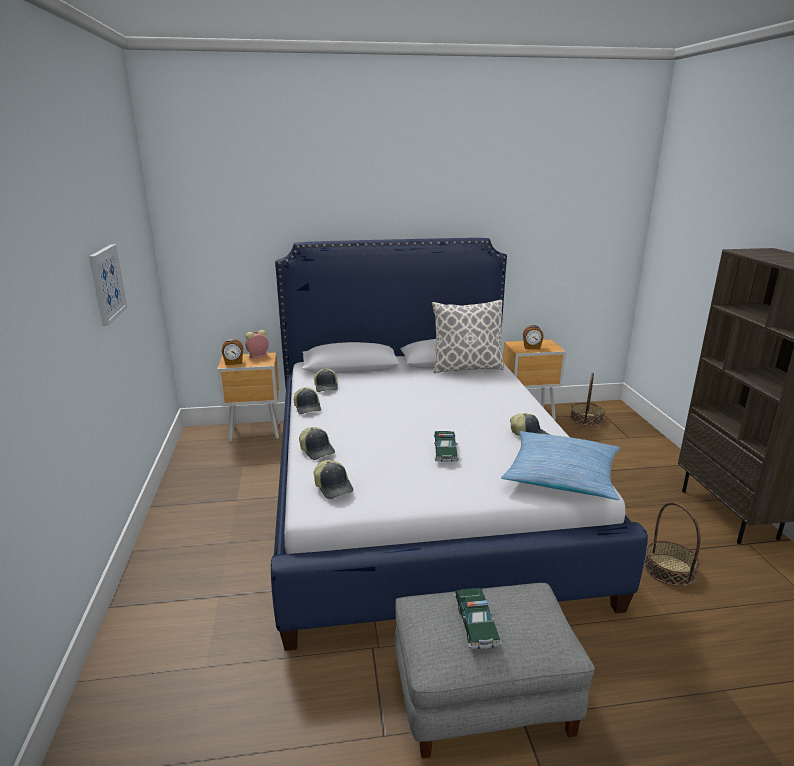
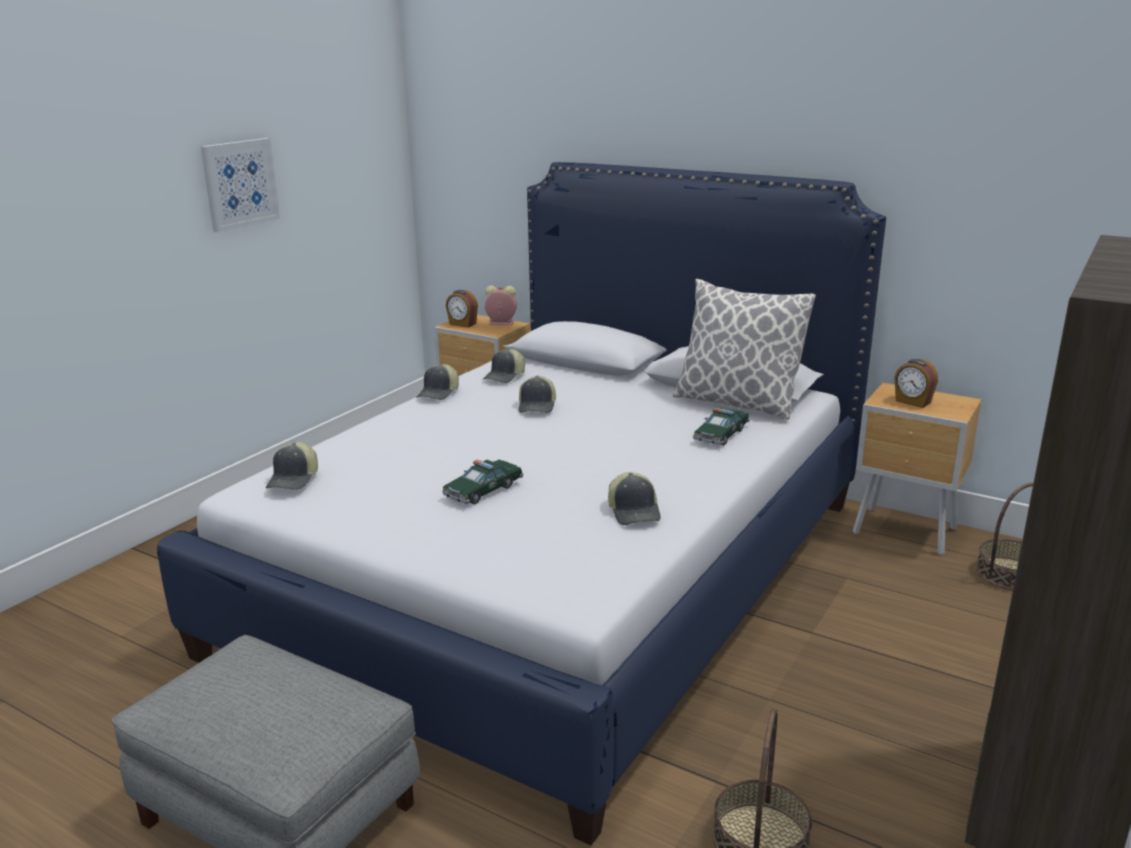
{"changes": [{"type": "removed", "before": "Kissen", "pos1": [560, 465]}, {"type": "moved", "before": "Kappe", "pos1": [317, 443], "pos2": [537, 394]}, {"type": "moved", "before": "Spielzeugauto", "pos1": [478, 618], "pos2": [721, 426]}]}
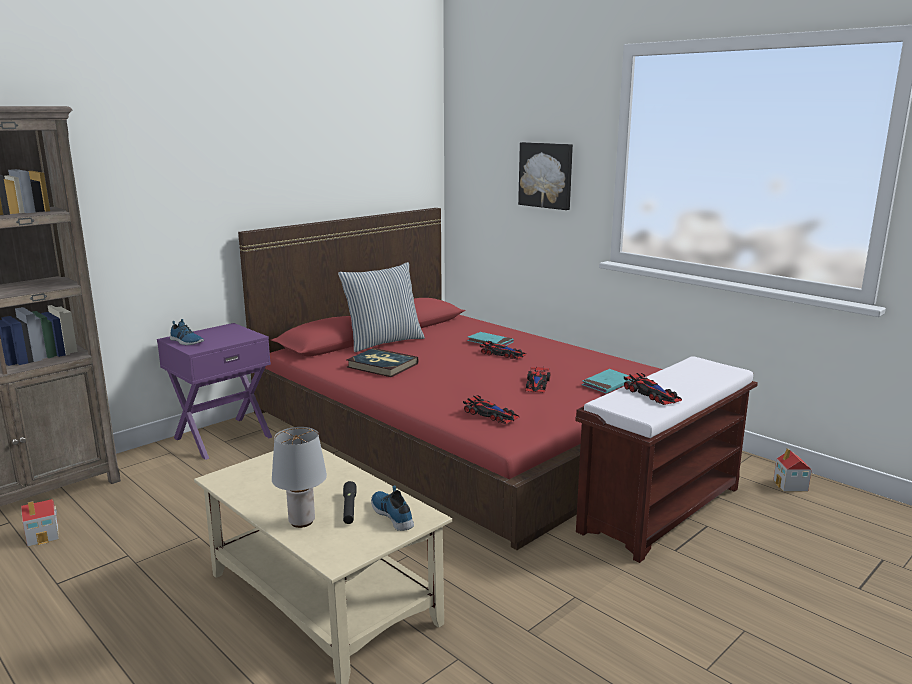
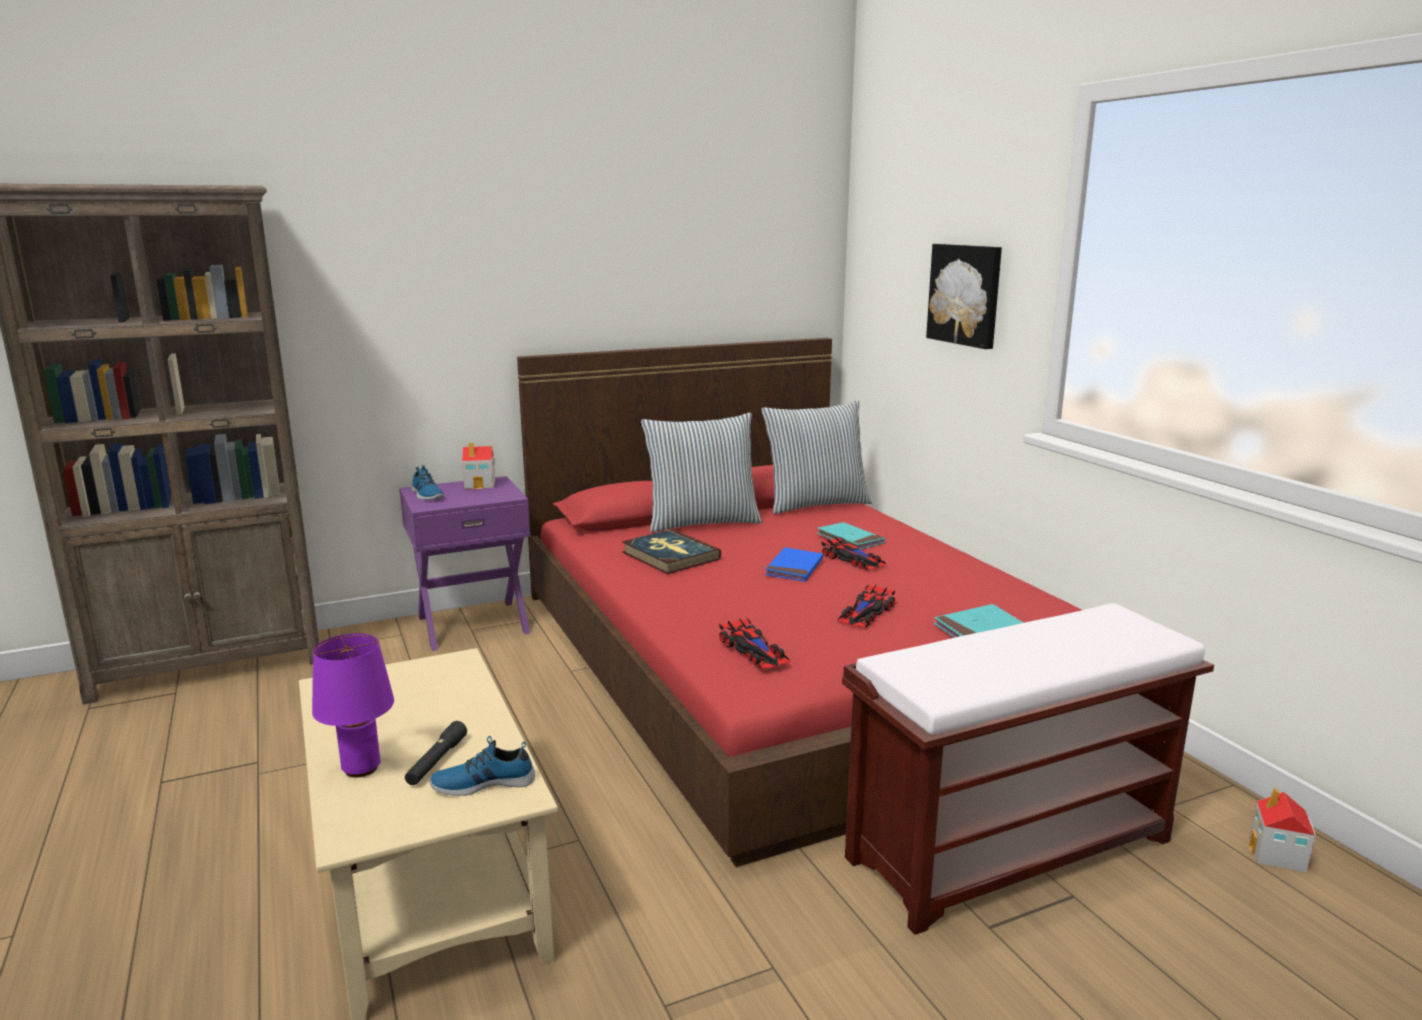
{"changes": [{"type": "removed", "before": "Spielzeugauto", "pos1": [653, 389]}, {"type": "added", "after": "Kissen", "pos2": [817, 457]}, {"type": "added", "after": "Buch (blau)", "pos2": [794, 564]}, {"type": "moved", "before": "Spielzeughaus", "pos1": [40, 523], "pos2": [478, 466]}, {"type": "recoloured", "before": "Tischlampe (grau)", "after": "Tischlampe (lila)", "pos1": [299, 477], "pos2": [353, 705]}, {"type": "turned", "before": "Schuh", "pos1": [392, 508], "pos2": [482, 766], "turn": -90}]}
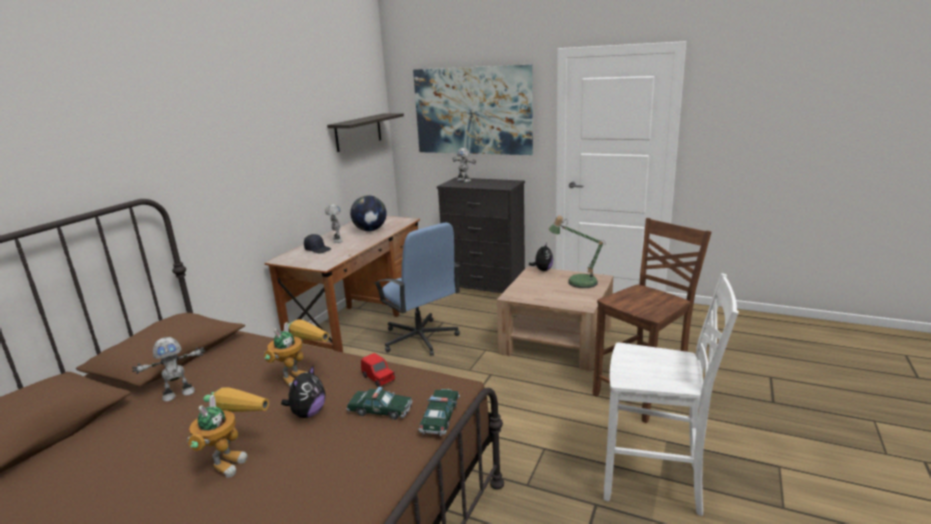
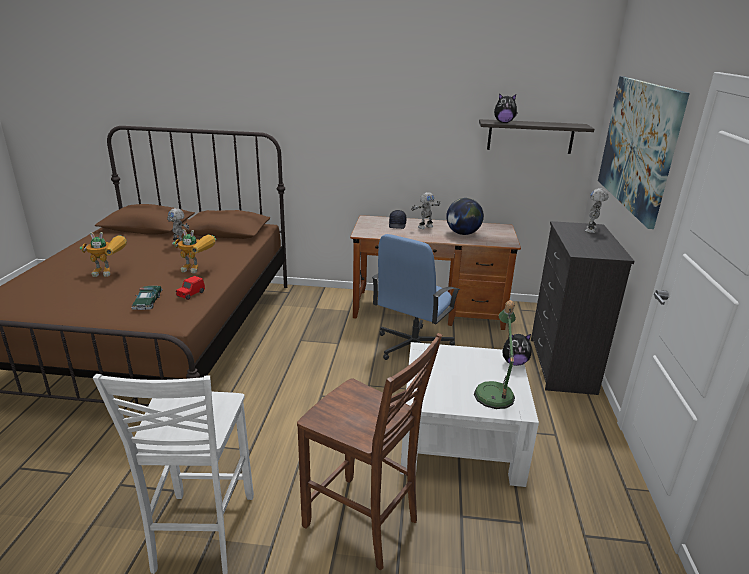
{"changes": [{"type": "removed", "before": "Spielzeugauto", "pos1": [439, 412]}, {"type": "moved", "before": "Plüschtier", "pos1": [303, 391], "pos2": [506, 108]}, {"type": "recoloured", "before": "Couchtisch (braun)", "after": "Couchtisch (weiß)", "pos1": [555, 318], "pos2": [469, 414]}]}
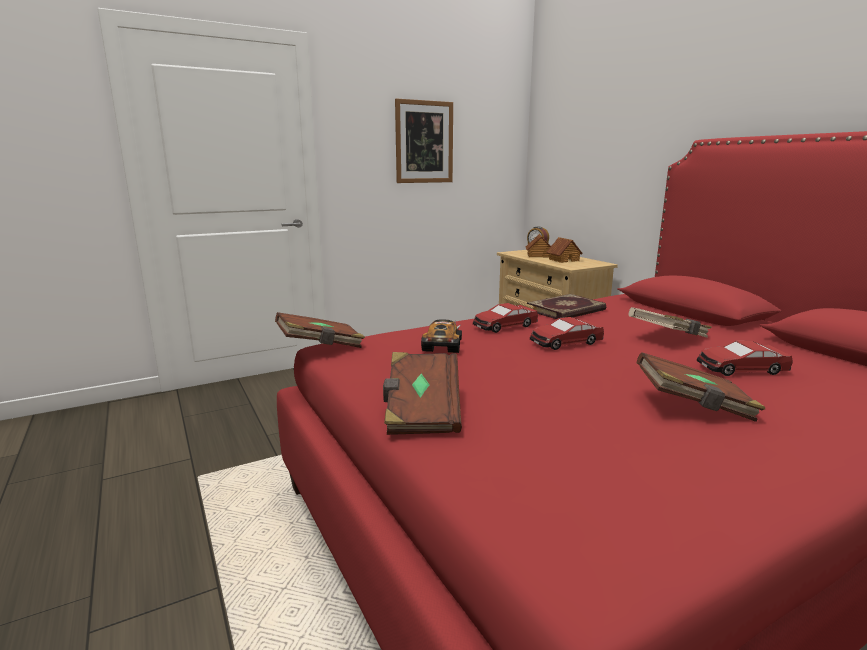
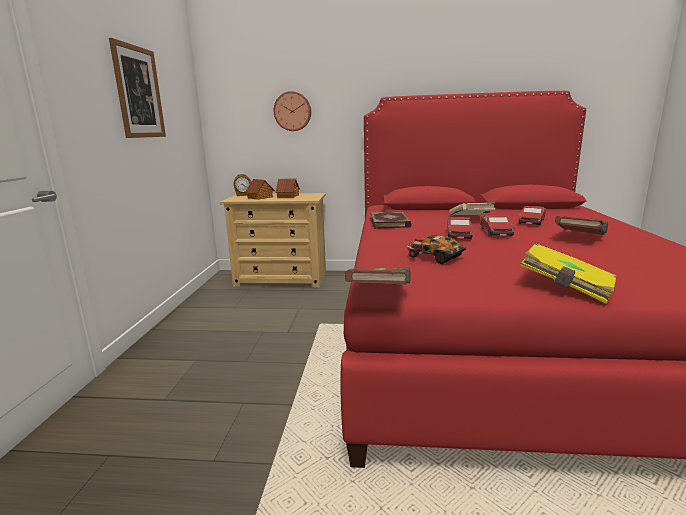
{"changes": [{"type": "added", "after": "Wanduhr", "pos2": [292, 111]}, {"type": "moved", "before": "Spielzeugauto", "pos1": [505, 318], "pos2": [497, 225]}, {"type": "recoloured", "before": "Buch (braun)", "after": "Buch (gelb)", "pos1": [422, 393], "pos2": [568, 273]}]}
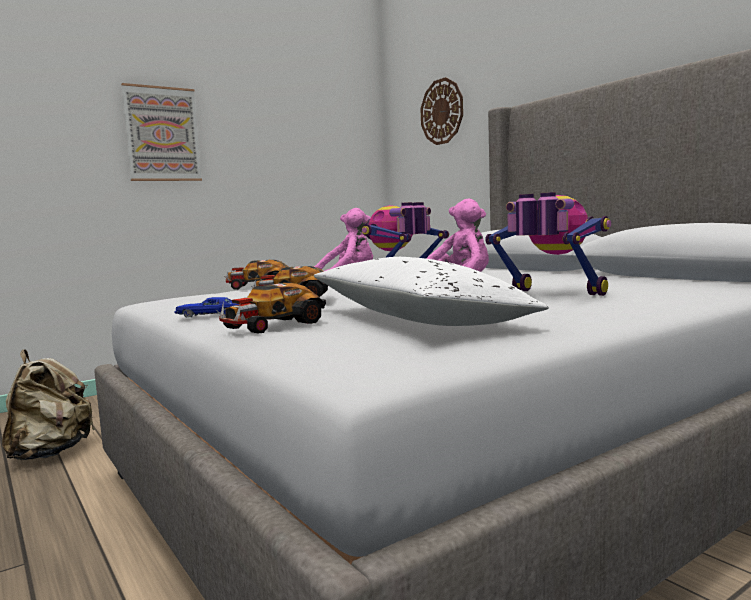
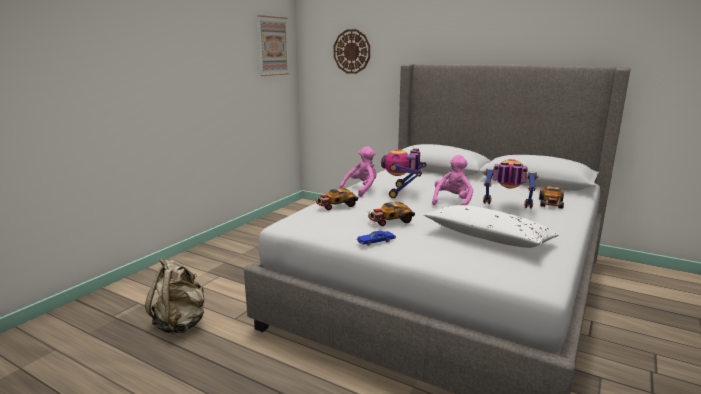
{"changes": [{"type": "moved", "before": "Bild", "pos1": [161, 132], "pos2": [273, 45]}, {"type": "moved", "before": "Spielzeugauto", "pos1": [270, 307], "pos2": [551, 197]}]}
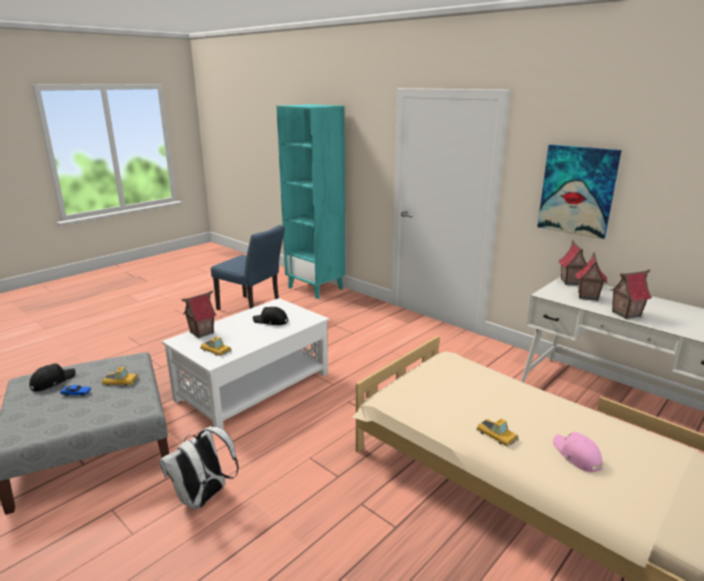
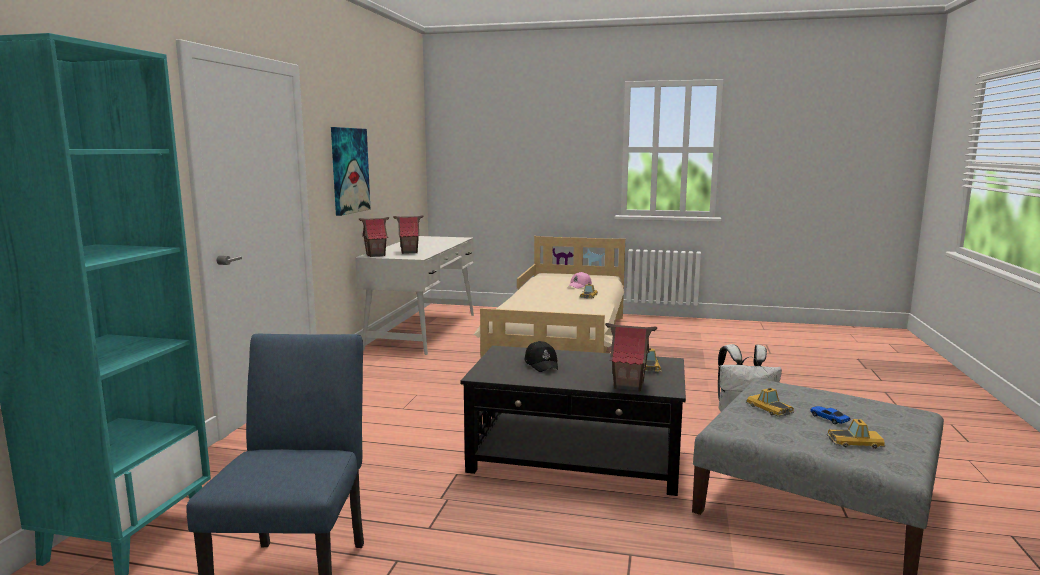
{"changes": [{"type": "removed", "before": "Spielzeughaus", "pos1": [631, 294]}, {"type": "replaced", "before": "Kappe (schwarz)", "after": "Spielzeugauto", "pos1": [52, 377], "pos2": [856, 434]}, {"type": "recoloured", "before": "Couchtisch (weiß)", "after": "Couchtisch (schwarz)", "pos1": [245, 364], "pos2": [573, 421]}]}
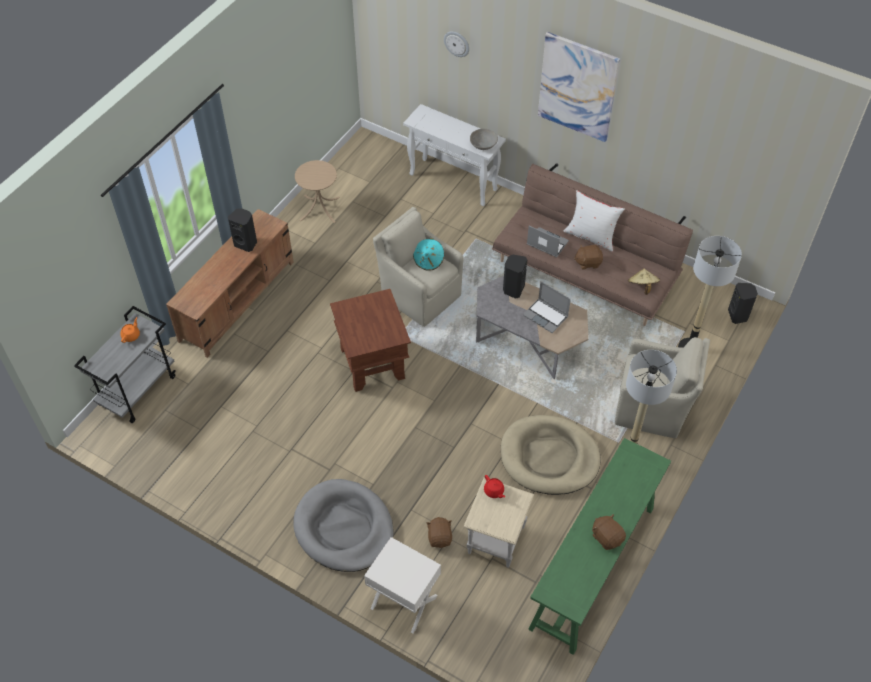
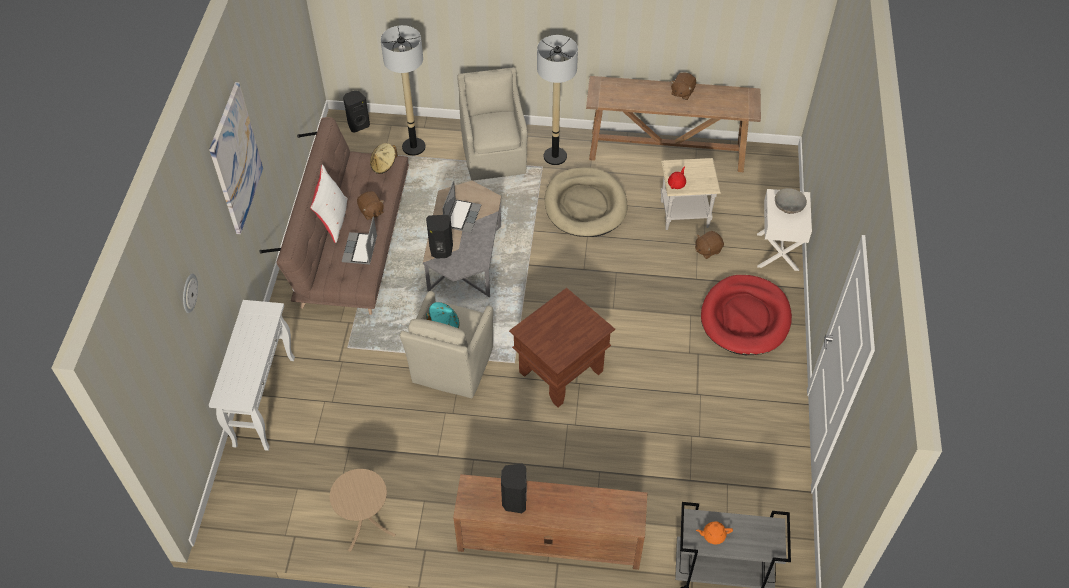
{"changes": [{"type": "moved", "before": "Schüssel (grau)", "pos1": [484, 139], "pos2": [791, 201]}, {"type": "recoloured", "before": "Hundebett (grau)", "after": "Hundebett (rot)", "pos1": [343, 525], "pos2": [746, 315]}, {"type": "recoloured", "before": "Konsolentisch (grün)", "after": "Konsolentisch (braun)", "pos1": [599, 546], "pos2": [673, 124]}]}
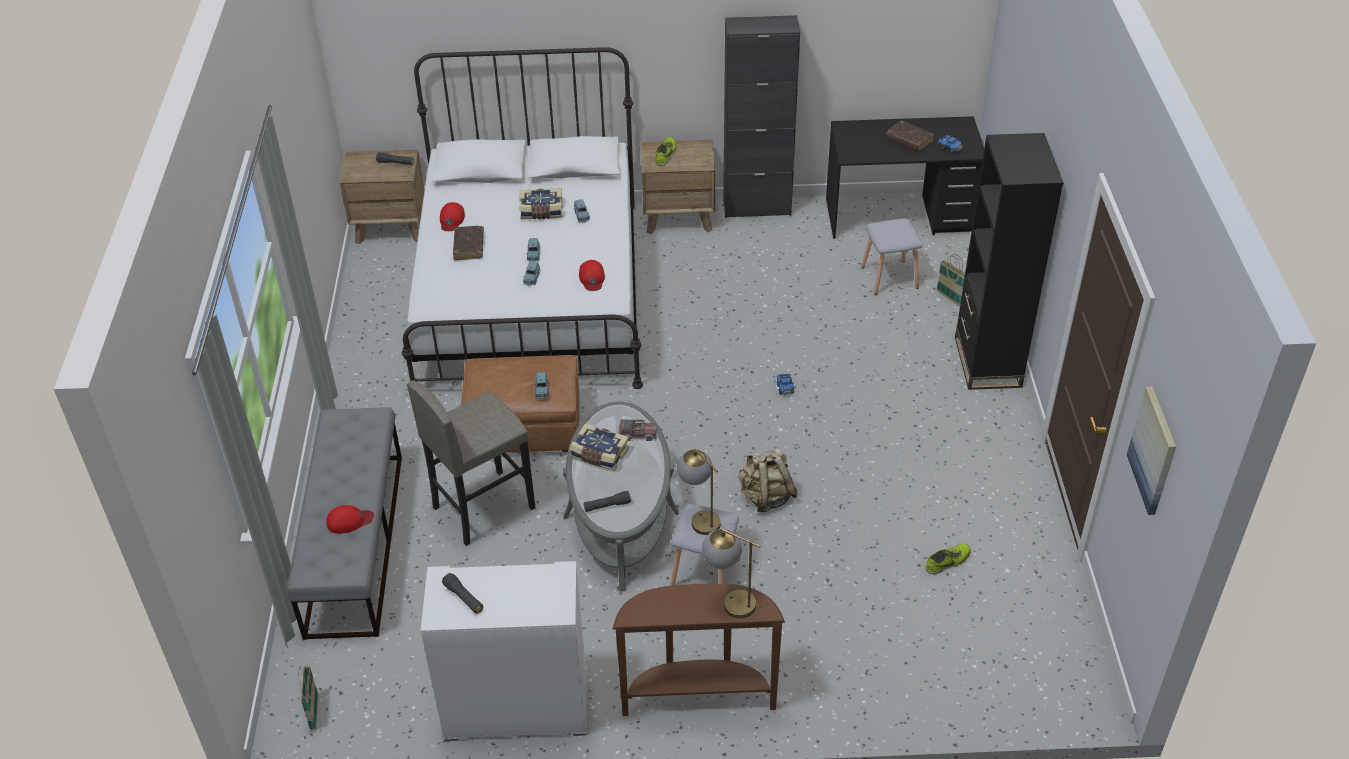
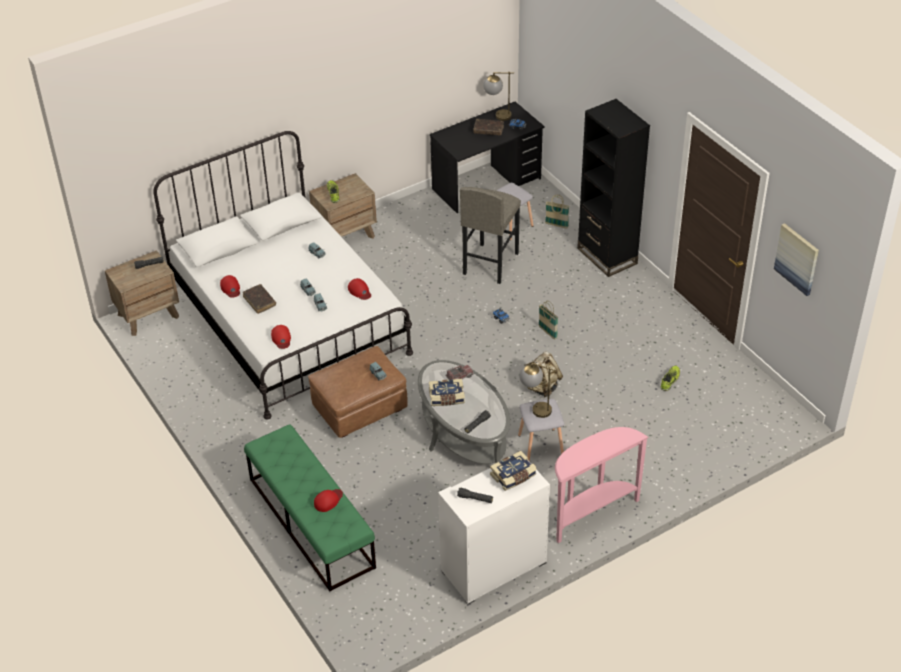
{"changes": [{"type": "removed", "before": "Schrank (schwarz)", "pos1": [761, 116]}, {"type": "added", "after": "Kappe (rot)", "pos2": [281, 337]}, {"type": "moved", "before": "Korb", "pos1": [308, 698], "pos2": [548, 320]}, {"type": "moved", "before": "Hocker (grau)", "pos1": [471, 463], "pos2": [490, 235]}, {"type": "moved", "before": "Buch", "pos1": [541, 203], "pos2": [513, 471]}, {"type": "moved", "before": "Tischlampe", "pos1": [731, 573], "pos2": [498, 96]}, {"type": "recoloured", "before": "Bank (grau)", "after": "Bank (grün)", "pos1": [344, 523], "pos2": [310, 508]}, {"type": "recoloured", "before": "Konsolentisch (braun)", "after": "Konsolentisch (rosa)", "pos1": [699, 650], "pos2": [601, 485]}]}
